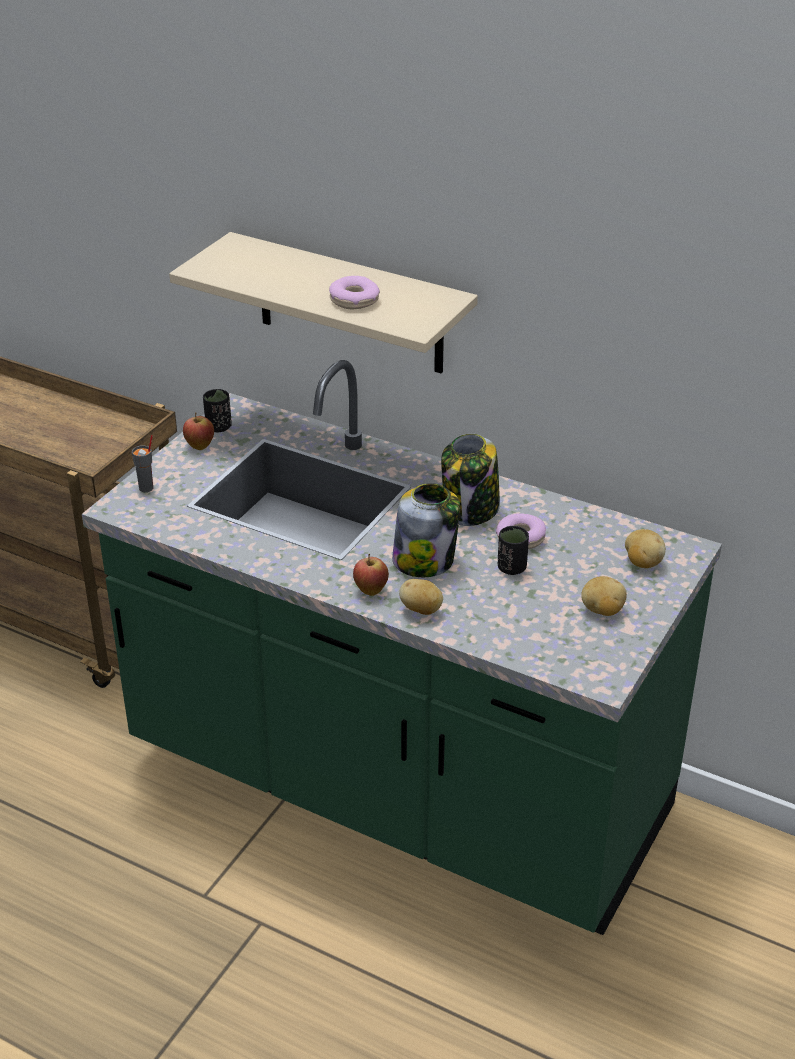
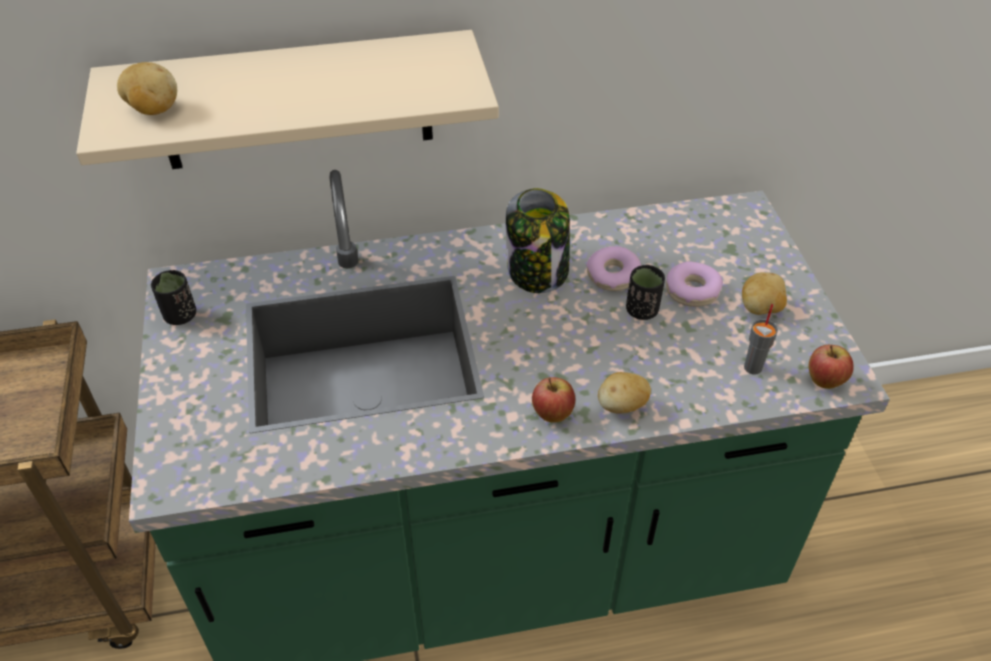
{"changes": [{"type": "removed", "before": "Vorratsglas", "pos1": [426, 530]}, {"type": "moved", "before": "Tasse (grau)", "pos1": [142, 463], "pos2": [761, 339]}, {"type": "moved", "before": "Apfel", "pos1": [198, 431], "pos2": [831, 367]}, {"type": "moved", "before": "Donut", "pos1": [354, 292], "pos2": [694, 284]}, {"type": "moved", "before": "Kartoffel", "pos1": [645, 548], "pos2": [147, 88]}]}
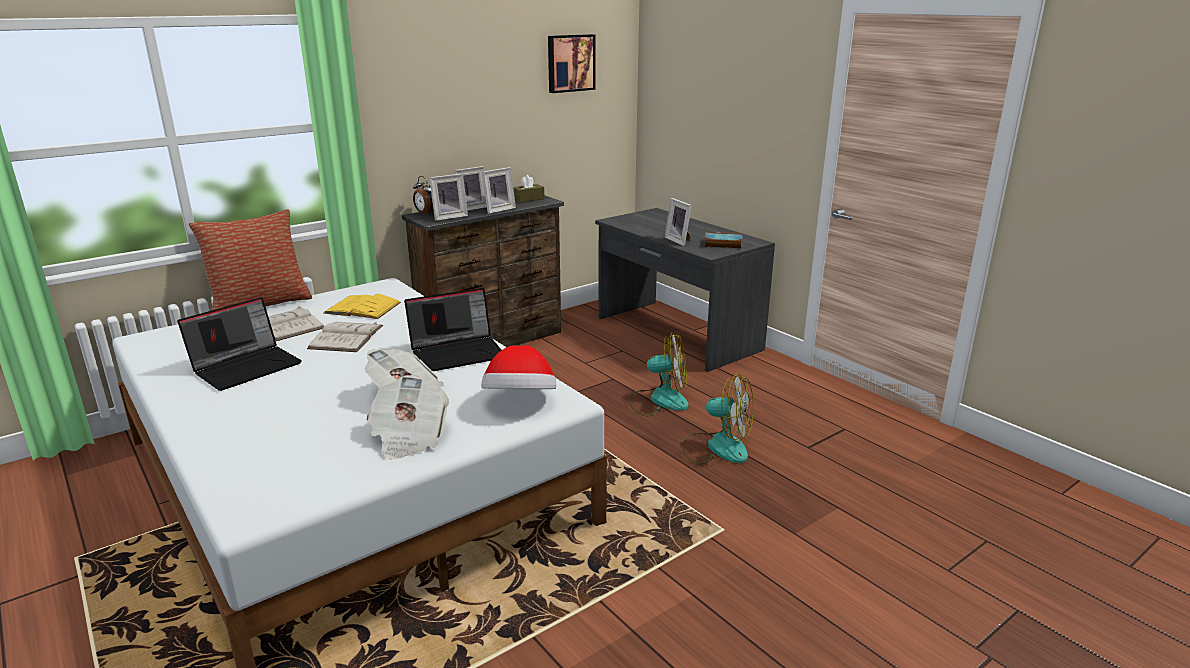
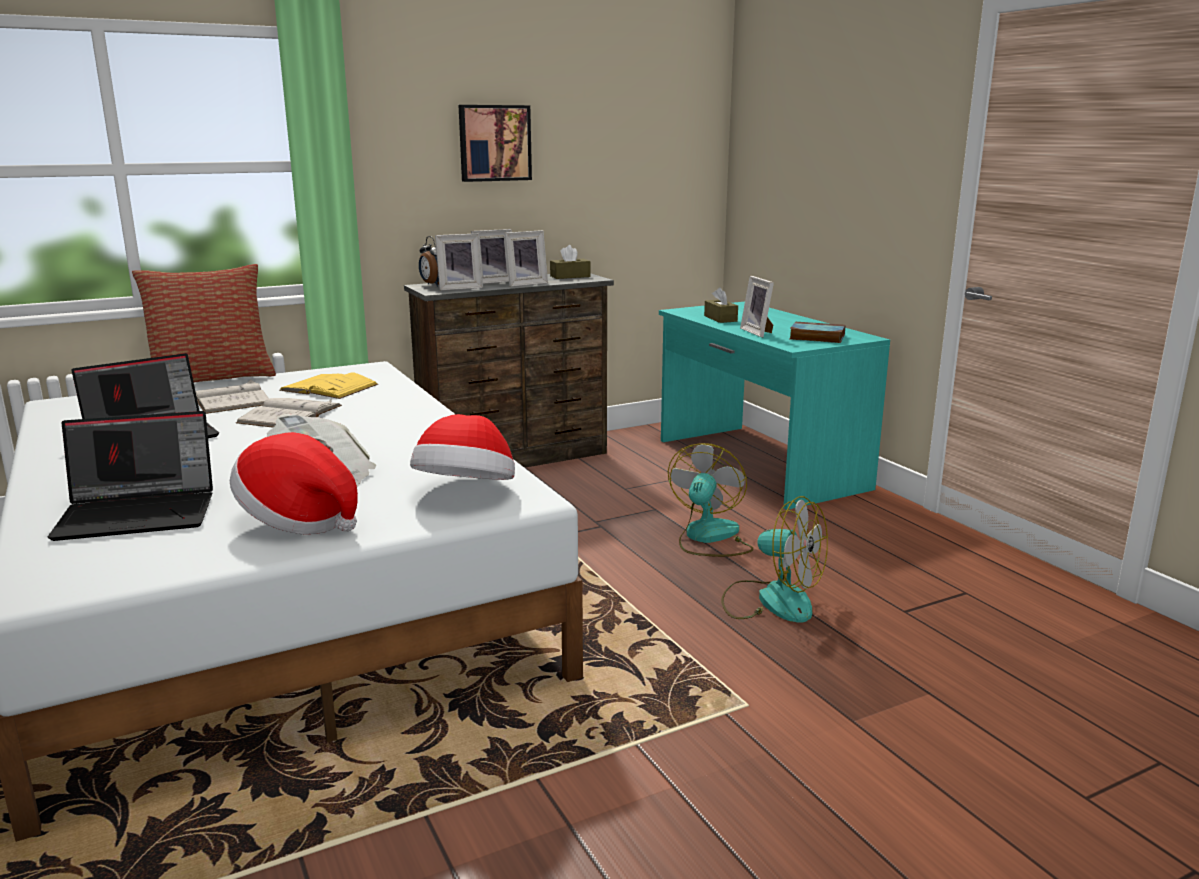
{"changes": [{"type": "added", "after": "Taschentuchbox (braun)", "pos2": [721, 305]}, {"type": "moved", "before": "Laptop", "pos1": [452, 329], "pos2": [130, 476]}, {"type": "moved", "before": "Bild", "pos1": [572, 63], "pos2": [495, 143]}, {"type": "replaced", "before": "Zeitung", "after": "Hut", "pos1": [408, 417], "pos2": [294, 483]}, {"type": "recoloured", "before": "Schreibtisch (grau)", "after": "Schreibtisch (türkis)", "pos1": [685, 290], "pos2": [774, 405]}, {"type": "turned", "before": "Ventilator", "pos1": [659, 374], "pos2": [710, 500], "turn": -90}]}
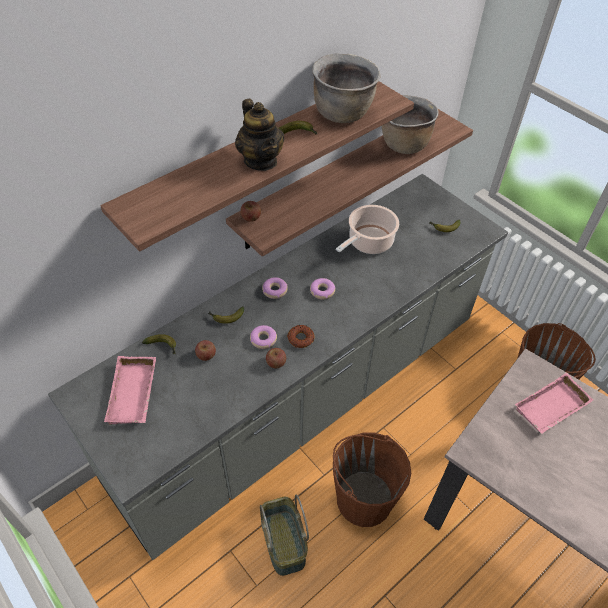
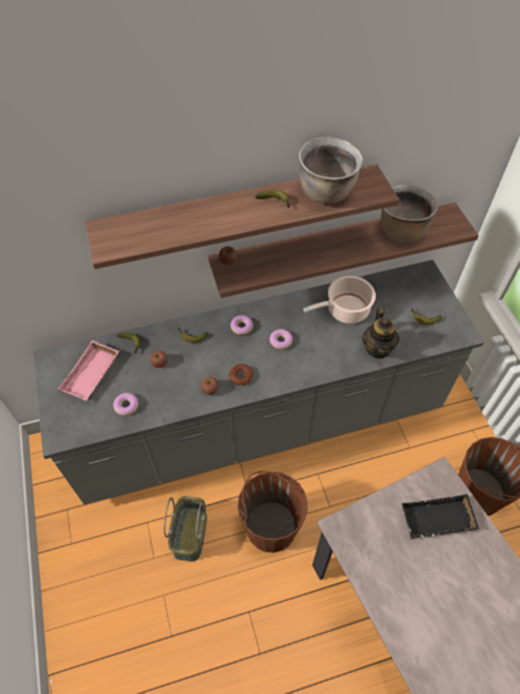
{"changes": [{"type": "moved", "before": "Teekanne", "pos1": [259, 135], "pos2": [381, 333]}, {"type": "moved", "before": "Donut", "pos1": [263, 337], "pos2": [126, 404]}, {"type": "recoloured", "before": "Tablett (rosa)", "after": "Tablett (schwarz)", "pos1": [554, 403], "pos2": [440, 516]}]}
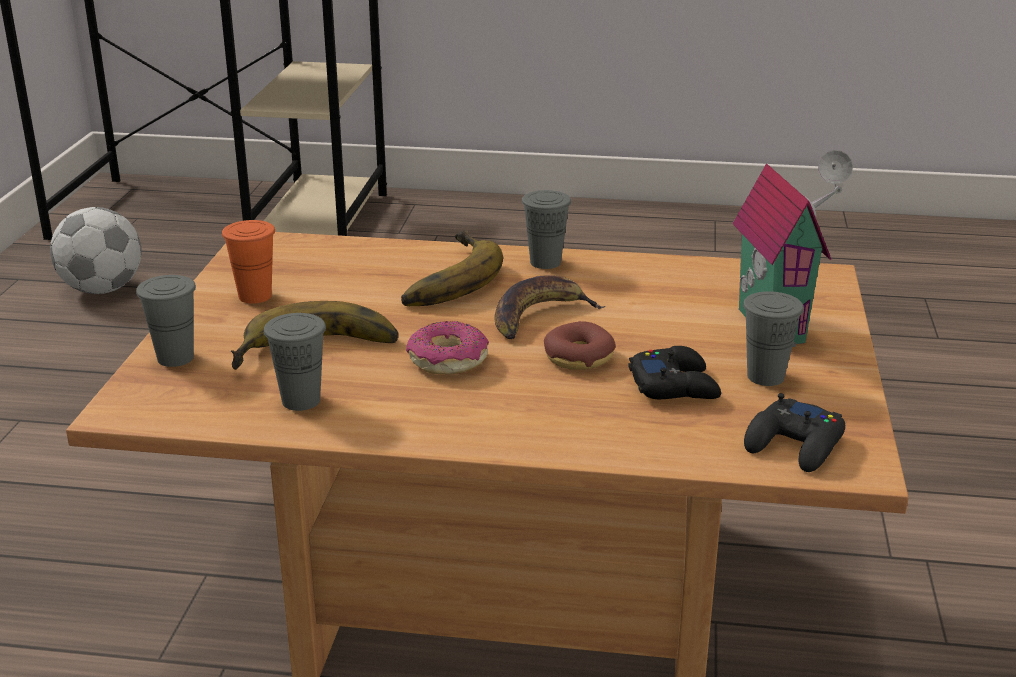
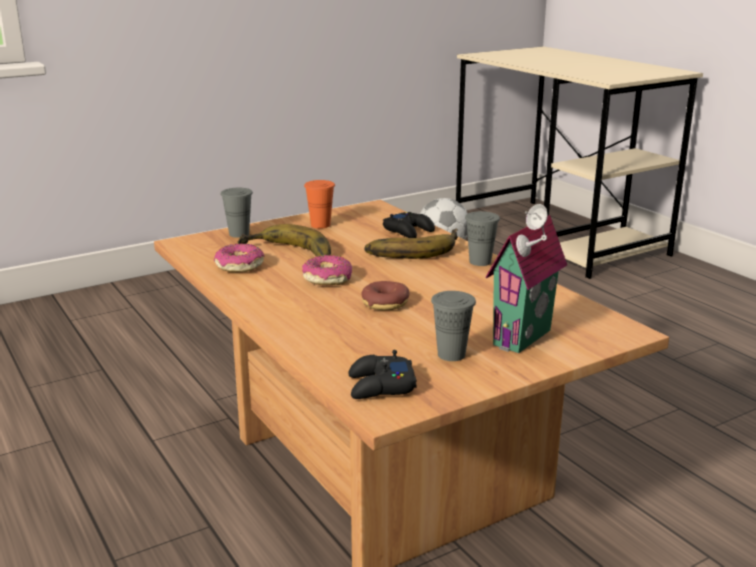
{"changes": [{"type": "removed", "before": "Banane", "pos1": [549, 307]}, {"type": "moved", "before": "Gamepad (schwarz)", "pos1": [674, 372], "pos2": [409, 225]}, {"type": "replaced", "before": "Tasse (grau)", "after": "Donut", "pos1": [295, 362], "pos2": [239, 258]}]}
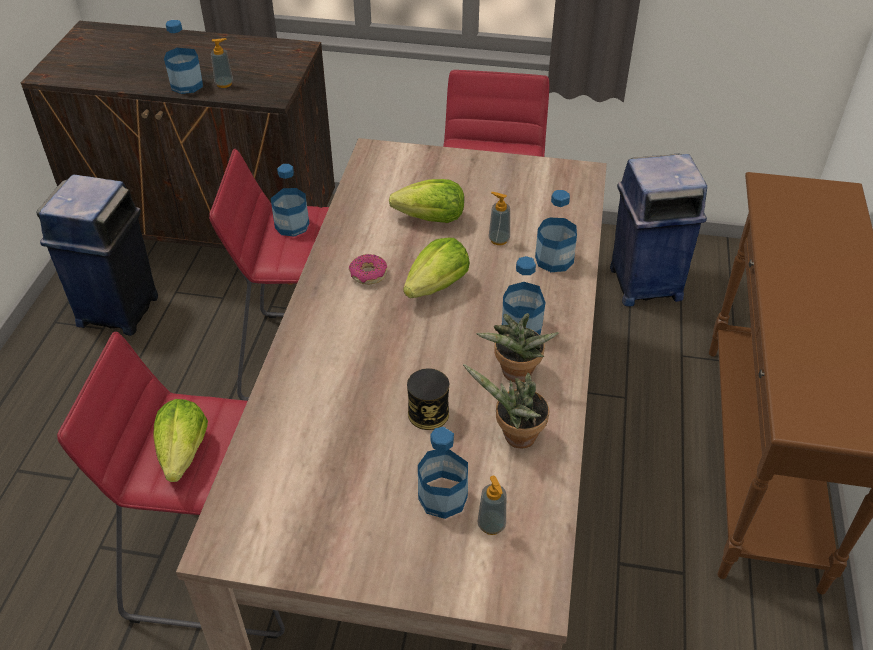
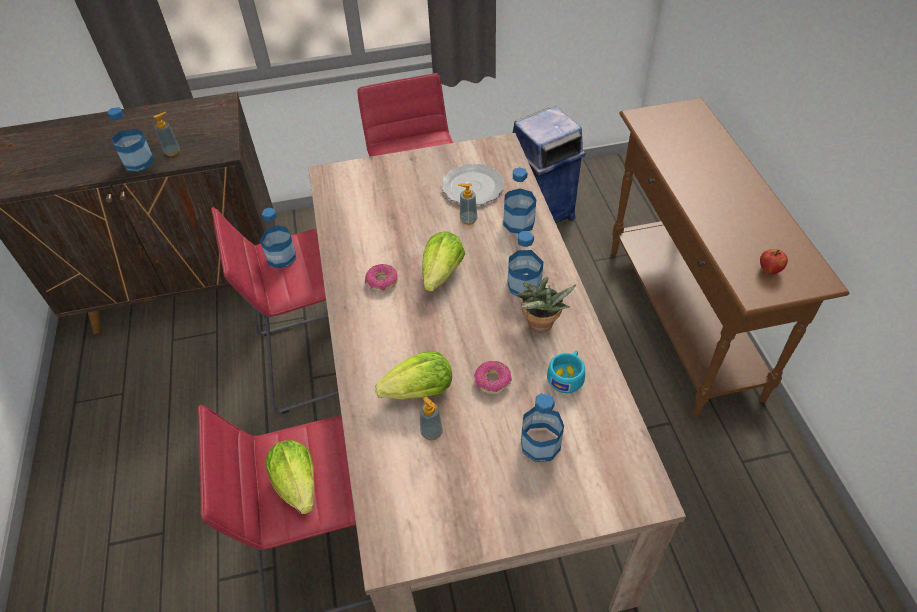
{"changes": [{"type": "removed", "before": "Mülleimer (blau)", "pos1": [97, 255]}, {"type": "added", "after": "Teller", "pos2": [473, 184]}, {"type": "added", "after": "Apfel", "pos2": [774, 261]}, {"type": "moved", "before": "Salatkopf", "pos1": [426, 201], "pos2": [413, 375]}, {"type": "moved", "before": "Seifenspender", "pos1": [491, 505], "pos2": [431, 419]}, {"type": "replaced", "before": "Dose", "after": "Donut", "pos1": [428, 399], "pos2": [493, 377]}, {"type": "replaced", "before": "Topfpflanze", "after": "Tasse (türkis)", "pos1": [506, 406], "pos2": [566, 372]}]}
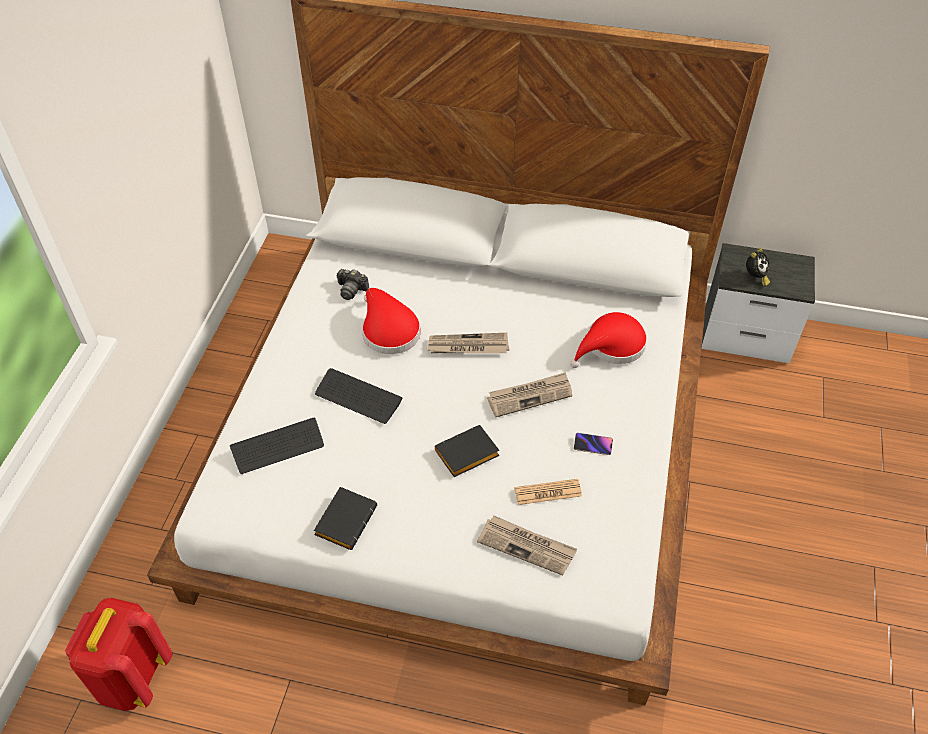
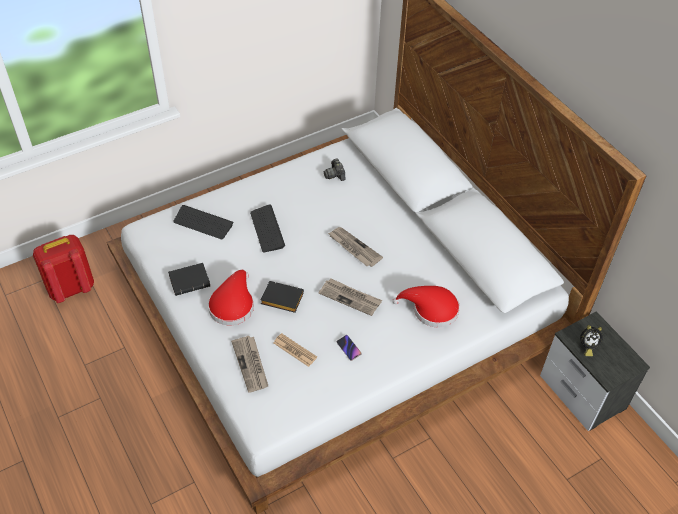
{"changes": [{"type": "moved", "before": "Hut (rot)", "pos1": [391, 321], "pos2": [231, 297]}]}
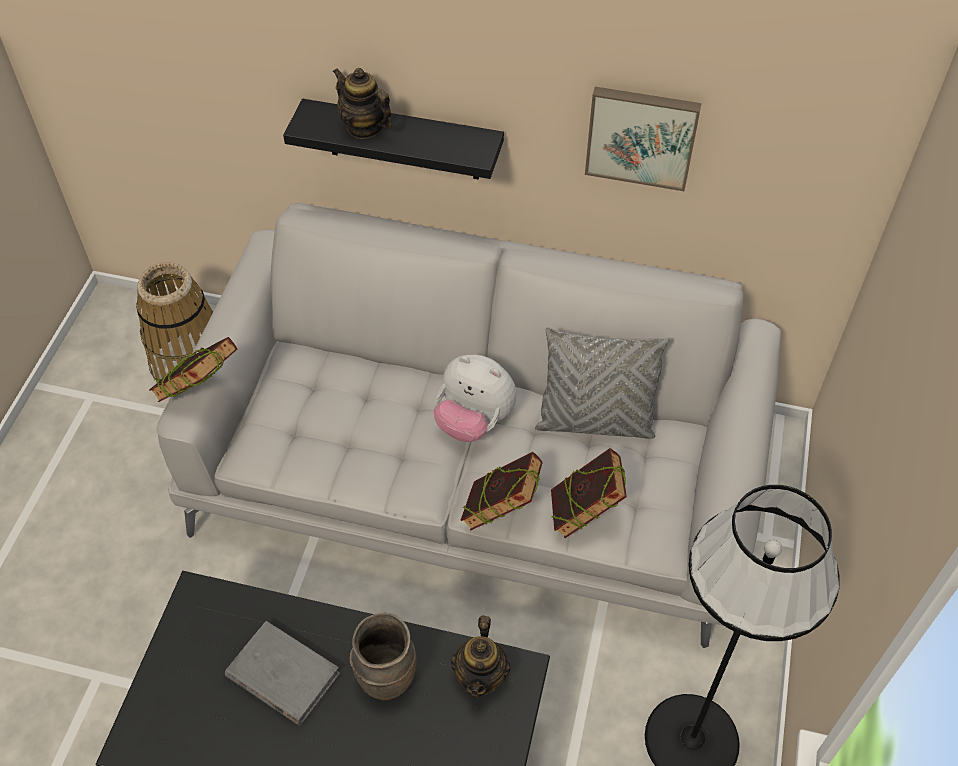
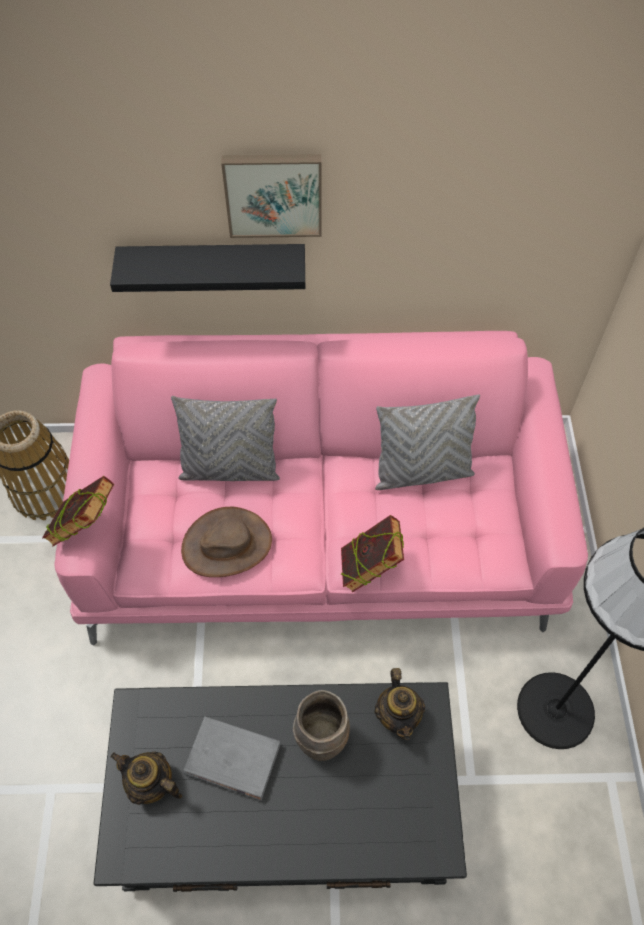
{"changes": [{"type": "removed", "before": "Plüschtier", "pos1": [475, 398]}, {"type": "removed", "before": "Buch", "pos1": [589, 493]}, {"type": "added", "after": "Kissen (grau)", "pos2": [225, 438]}, {"type": "added", "after": "Hut (braun)", "pos2": [226, 542]}, {"type": "moved", "before": "Teekanne", "pos1": [362, 103], "pos2": [146, 778]}, {"type": "moved", "before": "Bild", "pos1": [643, 139], "pos2": [271, 196]}, {"type": "recoloured", "before": "Sofa (grau)", "after": "Sofa (rosa)", "pos1": [469, 425], "pos2": [321, 488]}]}
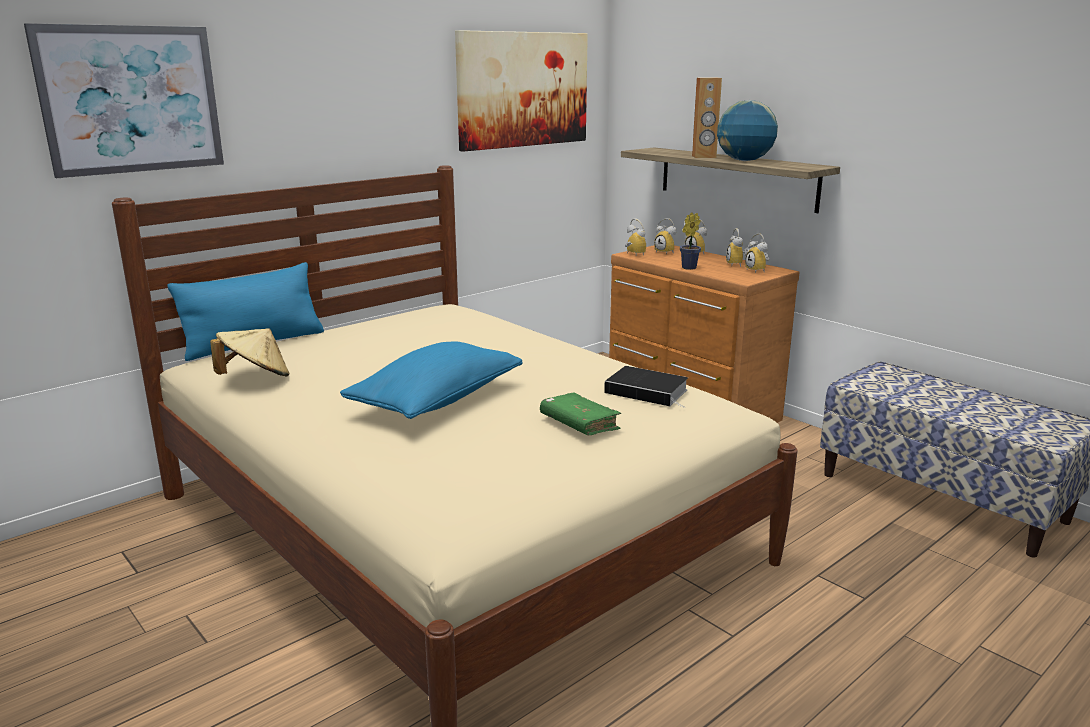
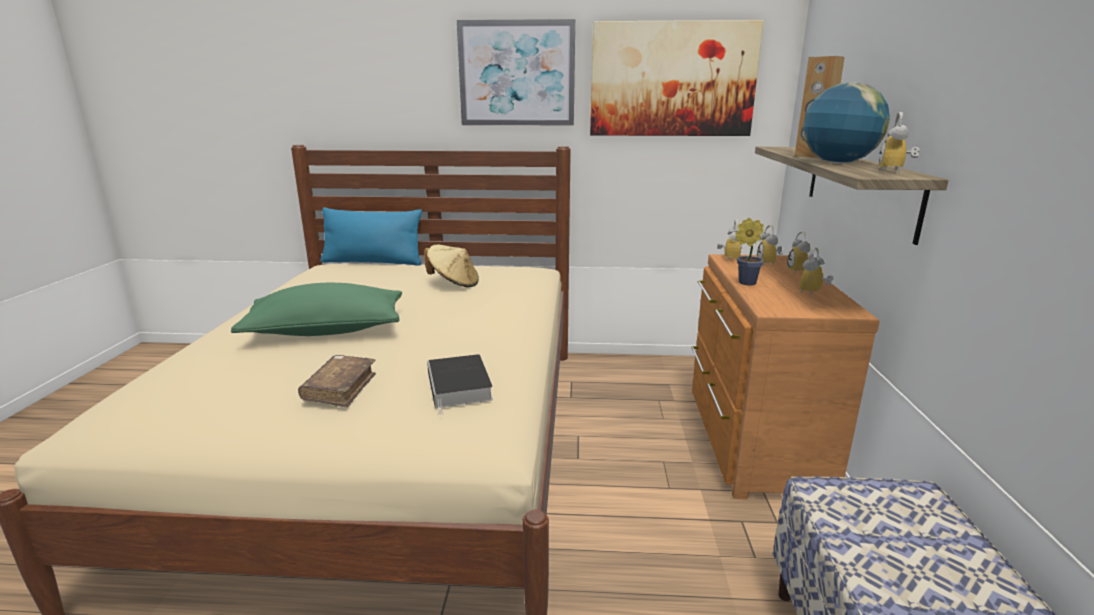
{"changes": [{"type": "moved", "before": "Bild", "pos1": [124, 100], "pos2": [516, 72]}, {"type": "moved", "before": "Hut (beige)", "pos1": [250, 352], "pos2": [451, 266]}, {"type": "moved", "before": "Wecker", "pos1": [757, 253], "pos2": [899, 142]}, {"type": "recoloured", "before": "Kissen (blau)", "after": "Kissen (grün)", "pos1": [431, 380], "pos2": [316, 309]}, {"type": "recoloured", "before": "Buch (grün)", "after": "Buch (braun)", "pos1": [580, 414], "pos2": [337, 381]}]}
